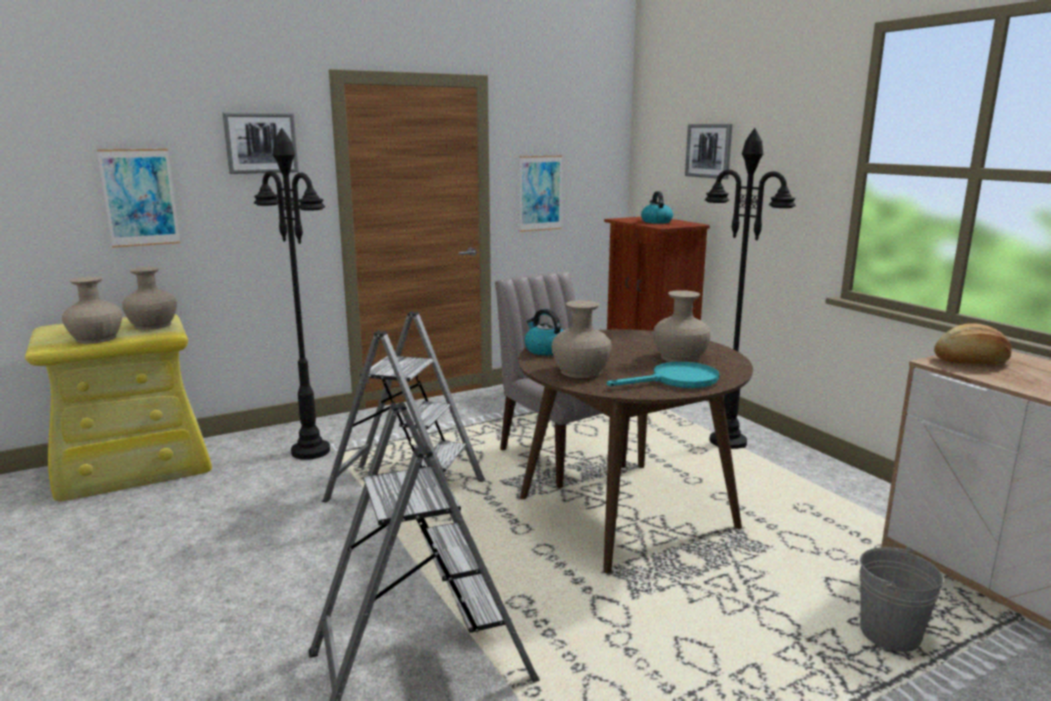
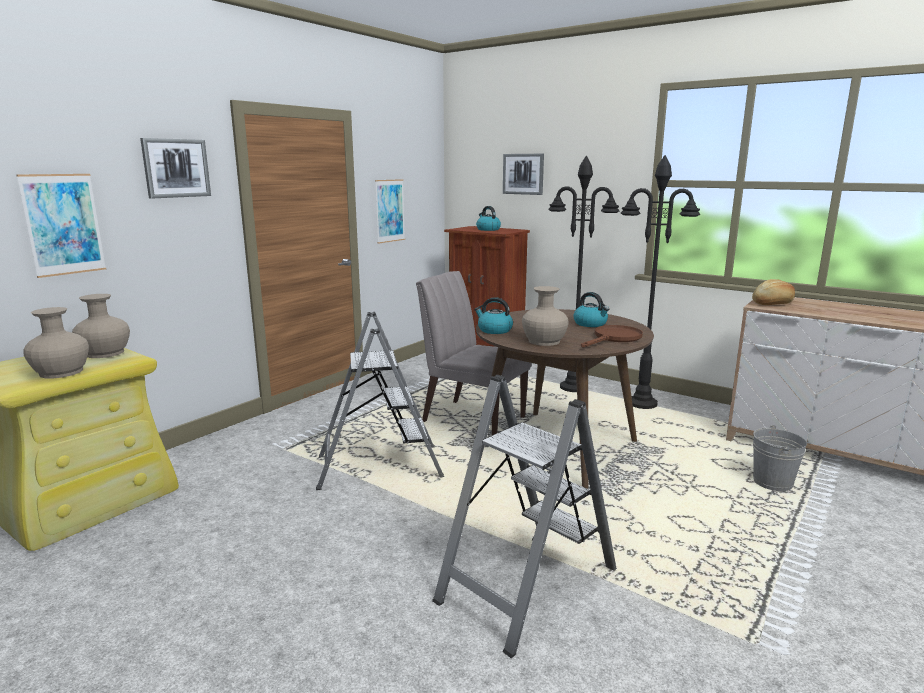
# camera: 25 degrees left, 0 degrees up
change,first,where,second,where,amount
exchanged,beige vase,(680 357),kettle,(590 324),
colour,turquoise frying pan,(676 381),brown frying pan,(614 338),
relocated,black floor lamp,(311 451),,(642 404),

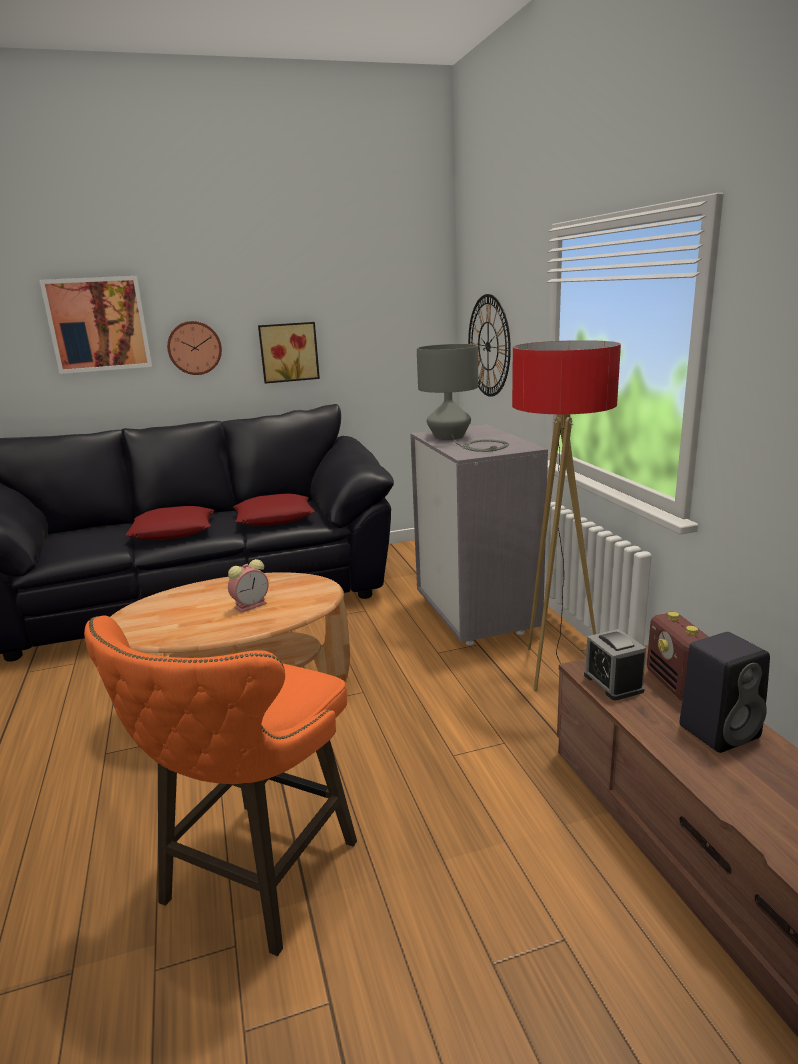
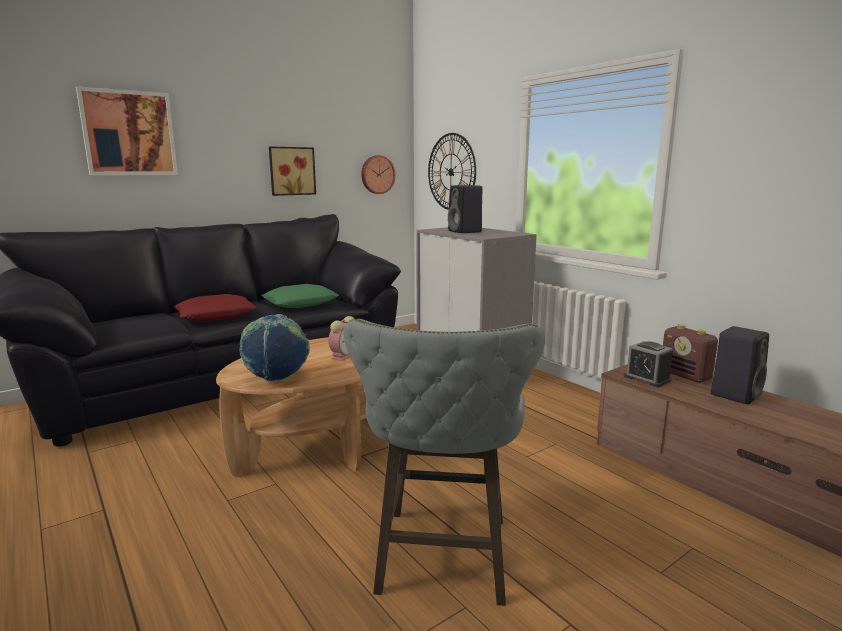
# camera: 20 degrees left, 5 degrees down
change,first,where,second,where,amount
appeared,,,globe,(276 379),
colour,red pillow,(274 517),green pillow,(301 303),
colour,orange stool,(255 878),grey stool,(442 560),
relocated,wall clock,(194 348),,(377 174),
exchanged,grey table lamp,(462 440),black speaker,(465 231),
missing,floor lamp,(555 669),,,

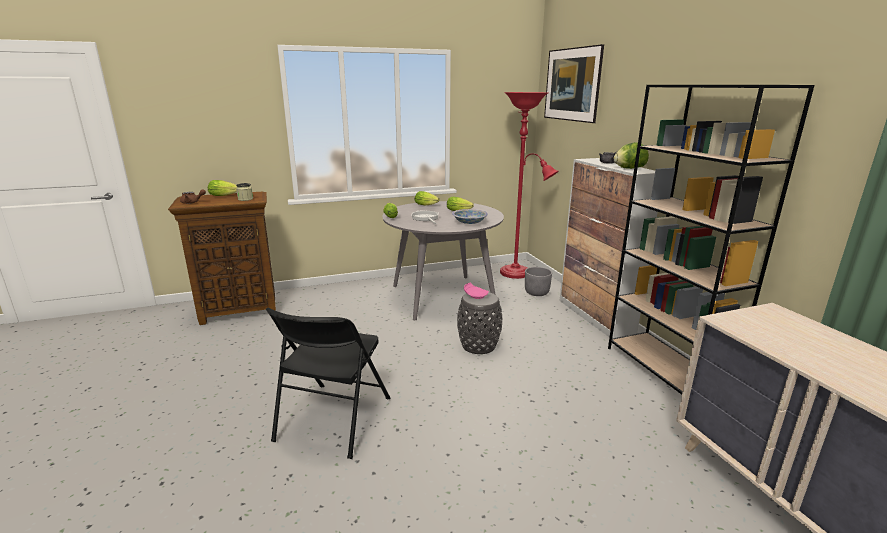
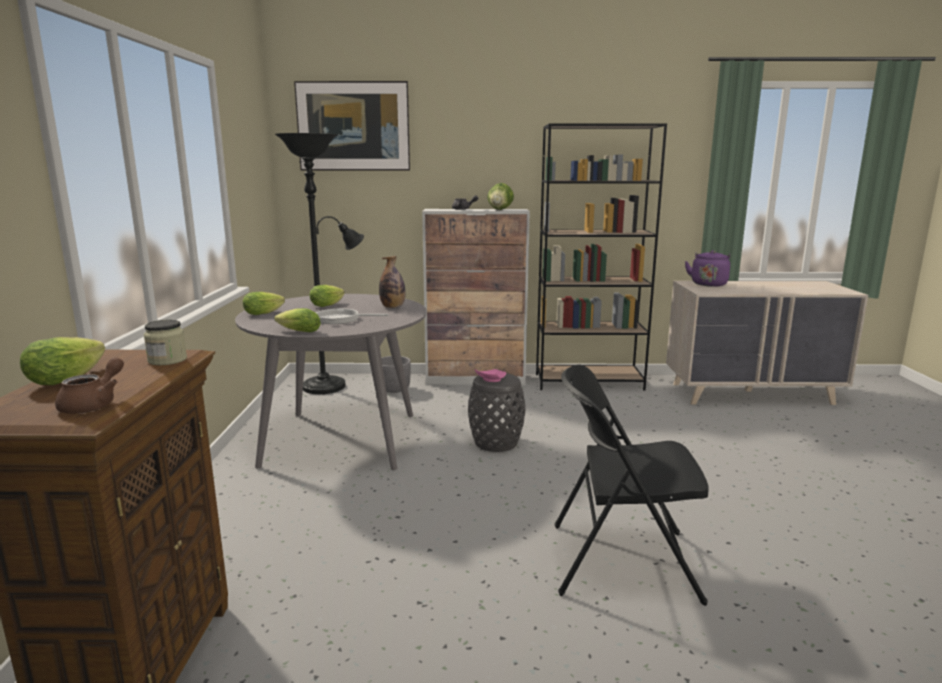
# camera: 70 degrees left, 5 degrees down
change,first,where,second,where,amount
colour,red floor lamp,(519 273),black floor lamp,(329 385),
exchanged,bowl,(469 222),bottle,(393 307),
spun,black chair,(334 418),,(623 561),150 degrees clockwise
appeared,,,purple kettle,(708 284),

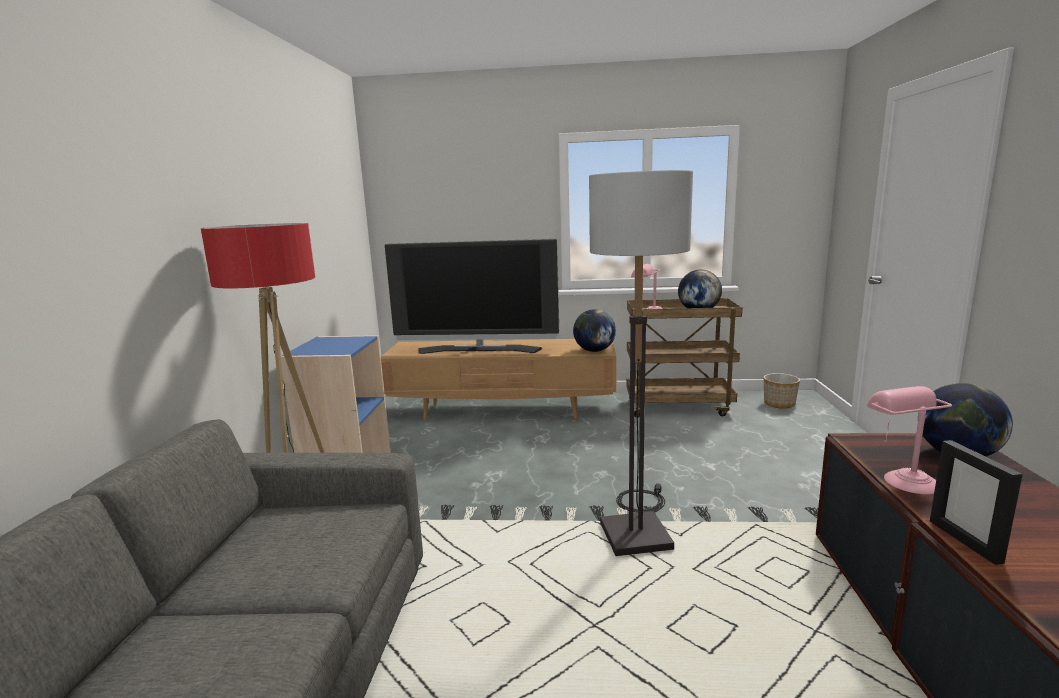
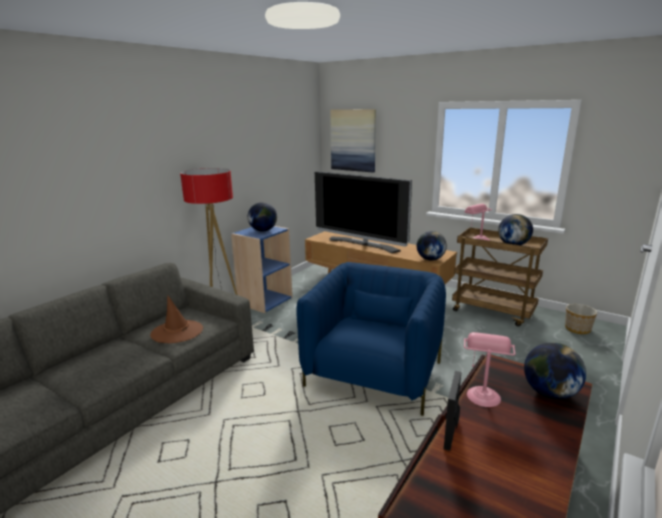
# camera: 30 degrees right, 5 degrees up
change,first,where,second,where,amount
appeared,,,brown hat,(177 332),
appeared,,,globe,(263 231),
exchanged,floor lamp,(637 526),blue armchair,(374 374),
appeared,,,picture,(353 140),

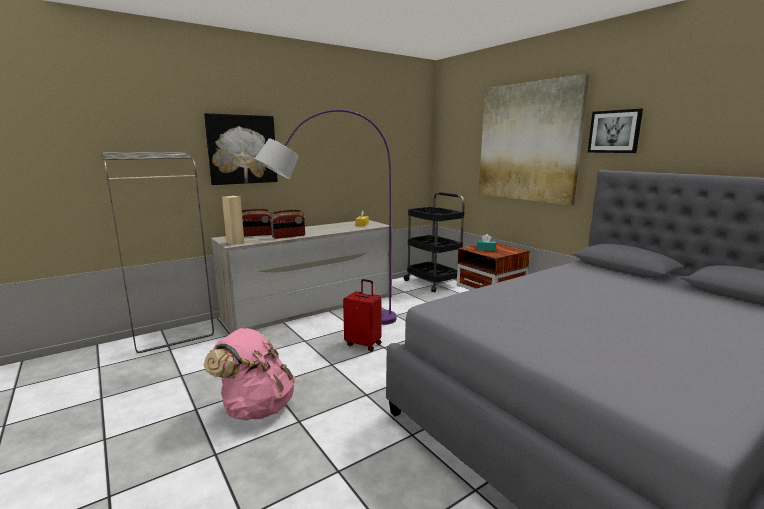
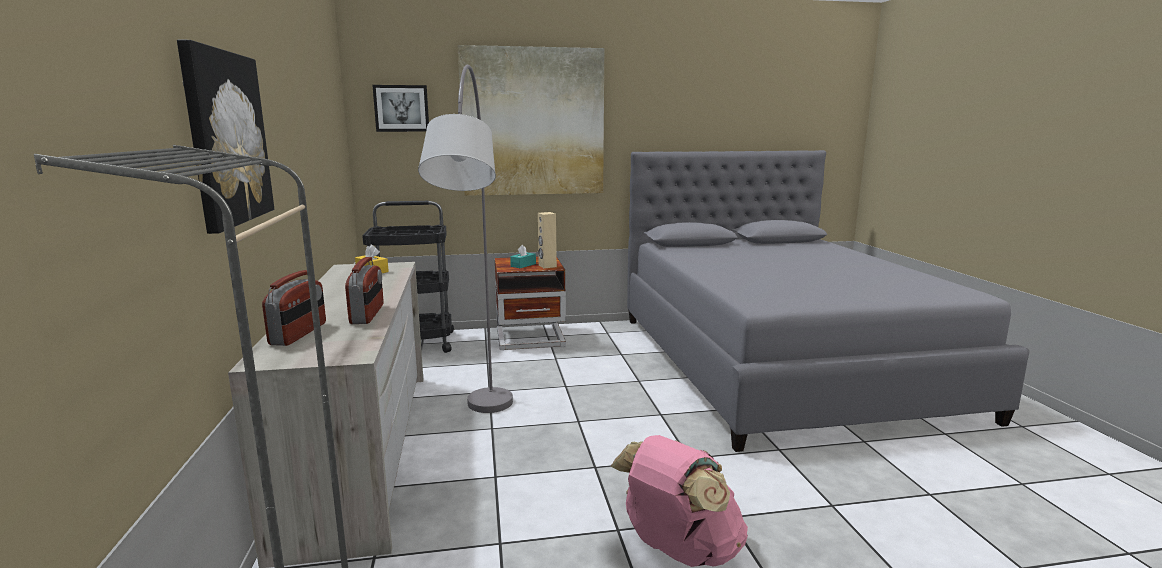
# camera: 65 degrees left, 0 degrees up
change,first,where,second,where,amount
relocated,picture,(614 131),,(401 108),
colour,purple floor lamp,(333 330),grey floor lamp,(483 446),
relocated,beige speaker,(235 242),,(547 266),
missing,red suitcase,(364 344),,,

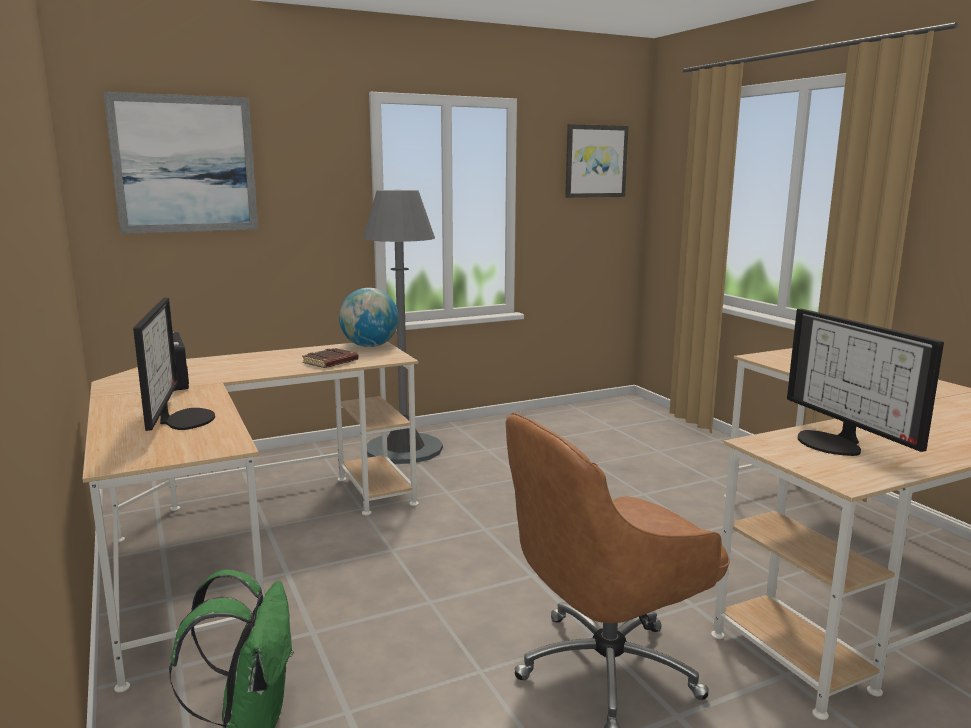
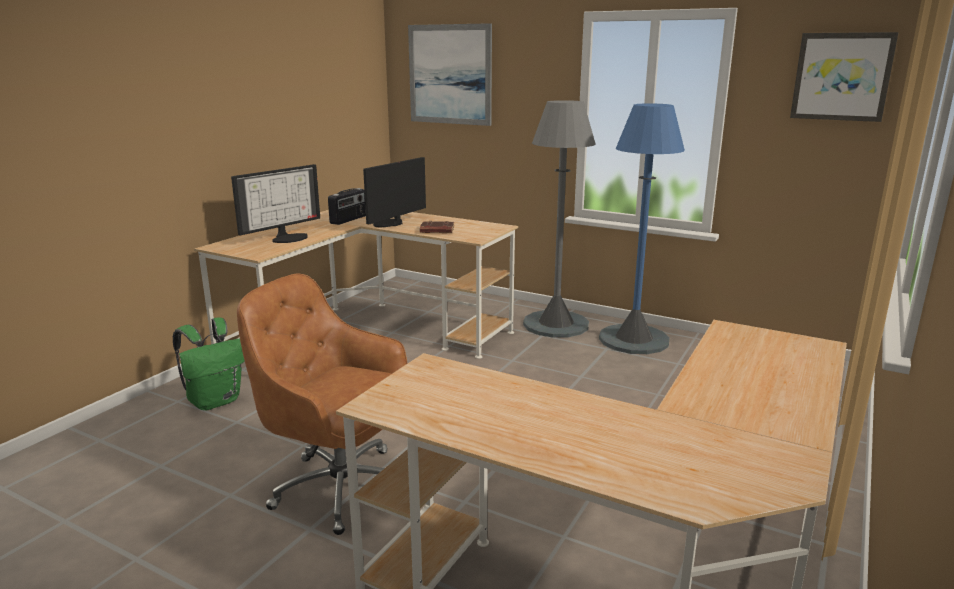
# camera: 55 degrees right, 5 degrees up
change,first,where,second,where,amount
relocated,monitor,(835 443),,(390 224),
appeared,,,blue floor lamp,(633 339),
missing,globe,(370 346),,,

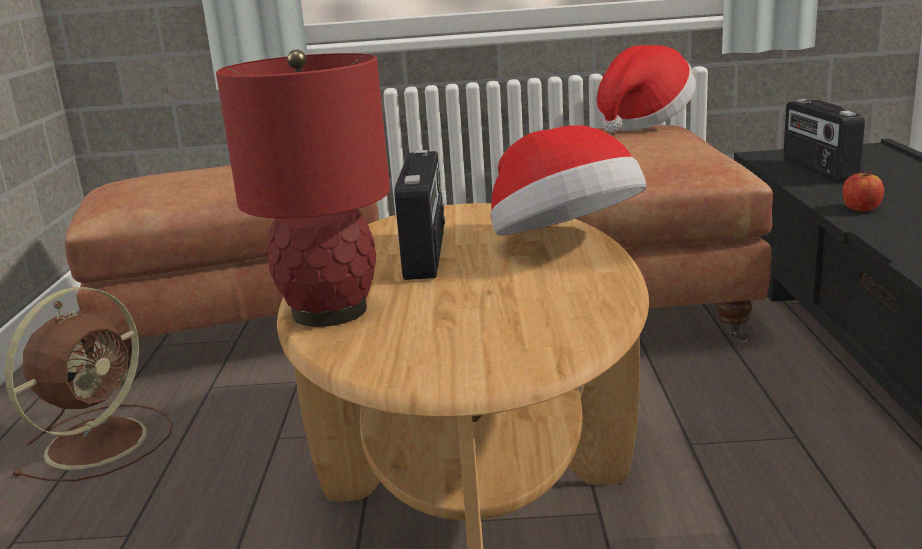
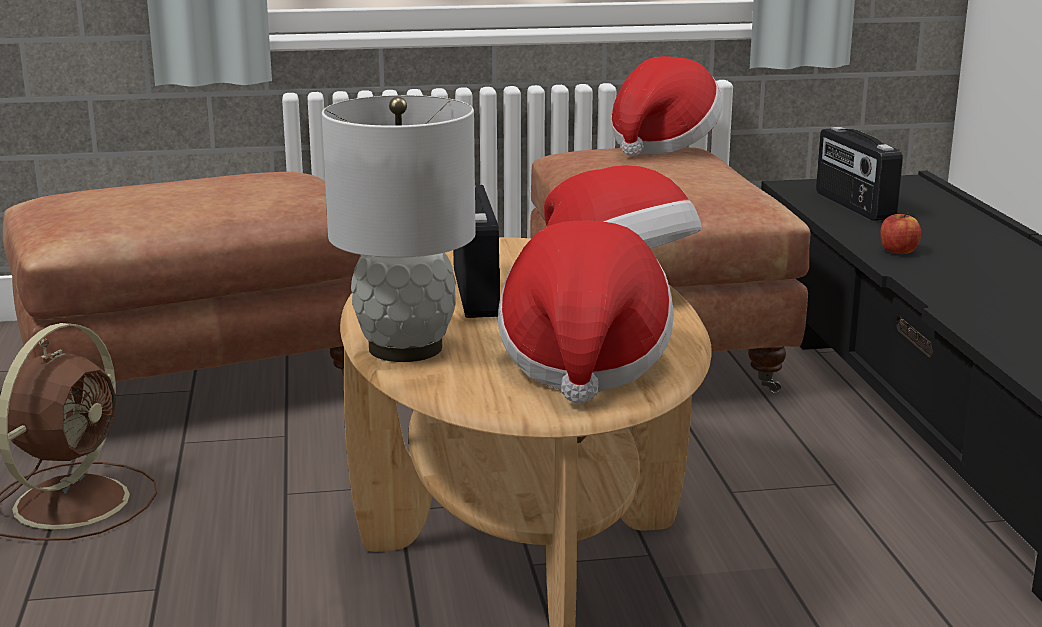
# camera: 10 degrees left, 0 degrees up
change,first,where,second,where,amount
colour,red table lamp,(330 311),white table lamp,(406 348),
appeared,,,hat,(583 363),

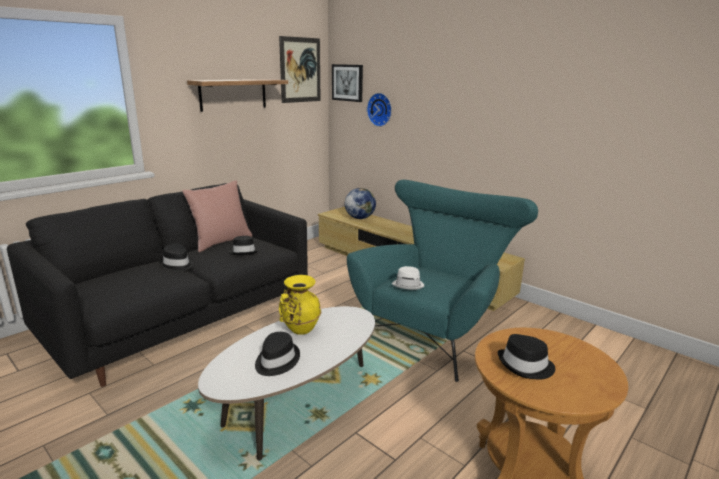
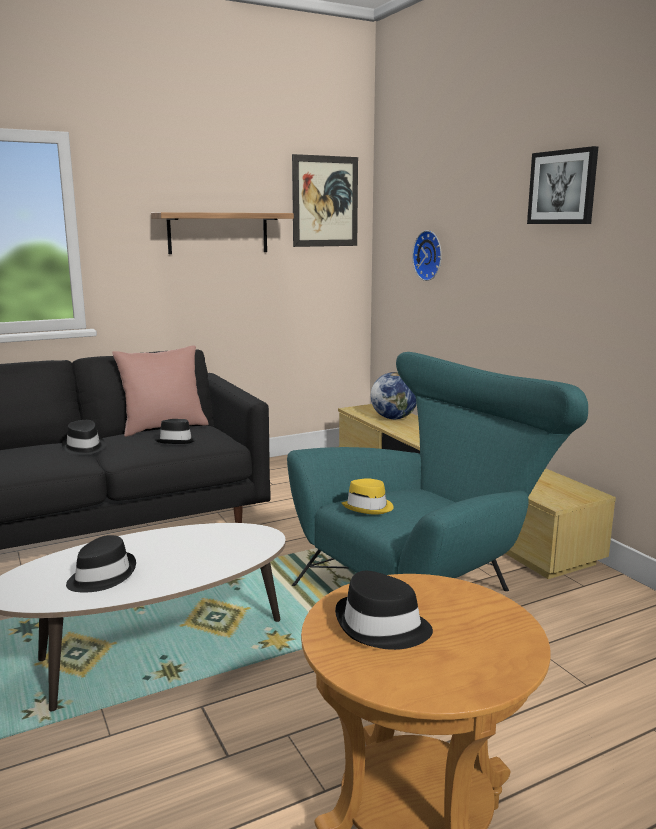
# camera: 20 degrees right, 5 degrees down
change,first,where,second,where,amount
colour,white hat,(408 285),yellow hat,(369 507),
relocated,picture,(347 82),,(563 187),
missing,yellow vase,(299 330),,,

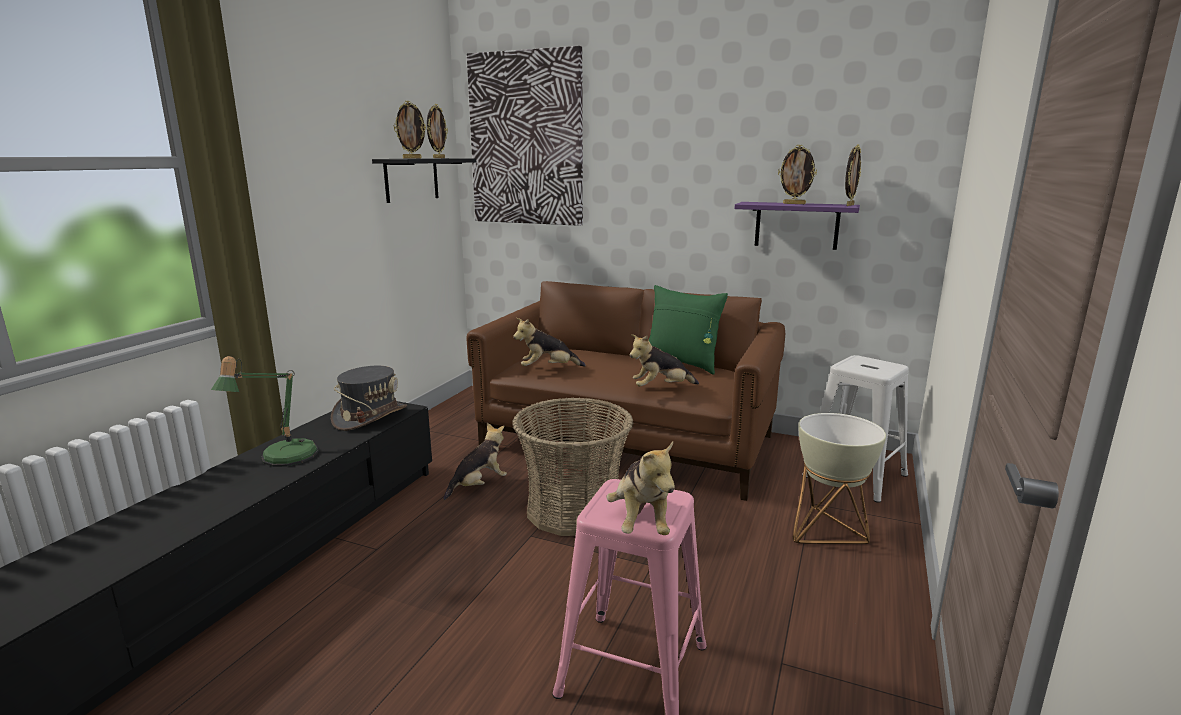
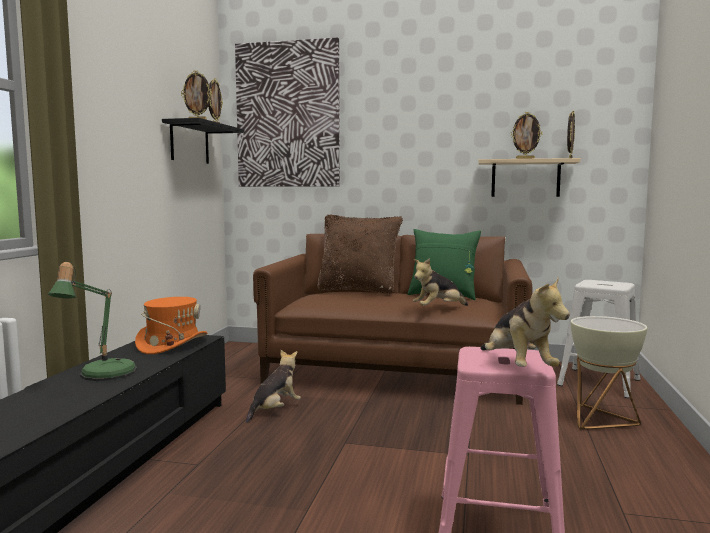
# camera: 10 degrees left, 10 degrees down
change,first,where,second,where,amount
colour,grey hat,(370 416),orange hat,(172 344),
appeared,,,brown pillow,(358 292),
colour,purple shelf,(796 225),beige shelf,(525 178),
missing,basket,(574 509),,,
missing,plush toy,(548 369),,,

